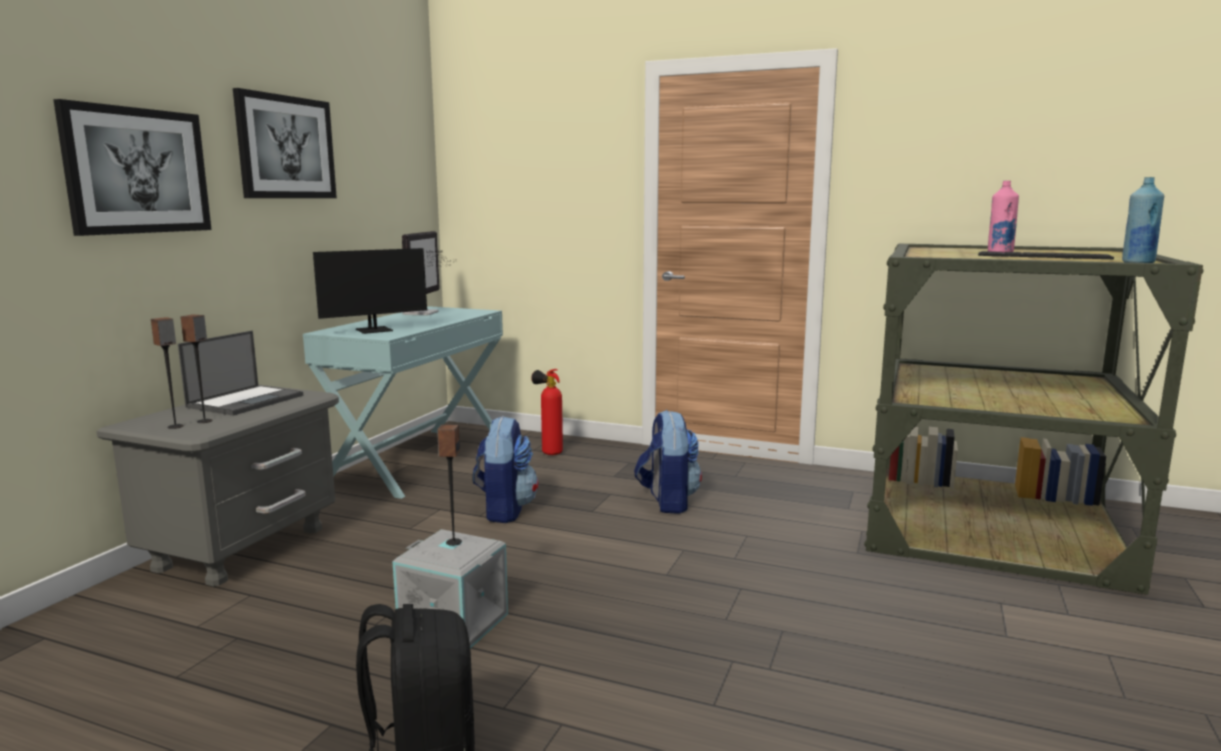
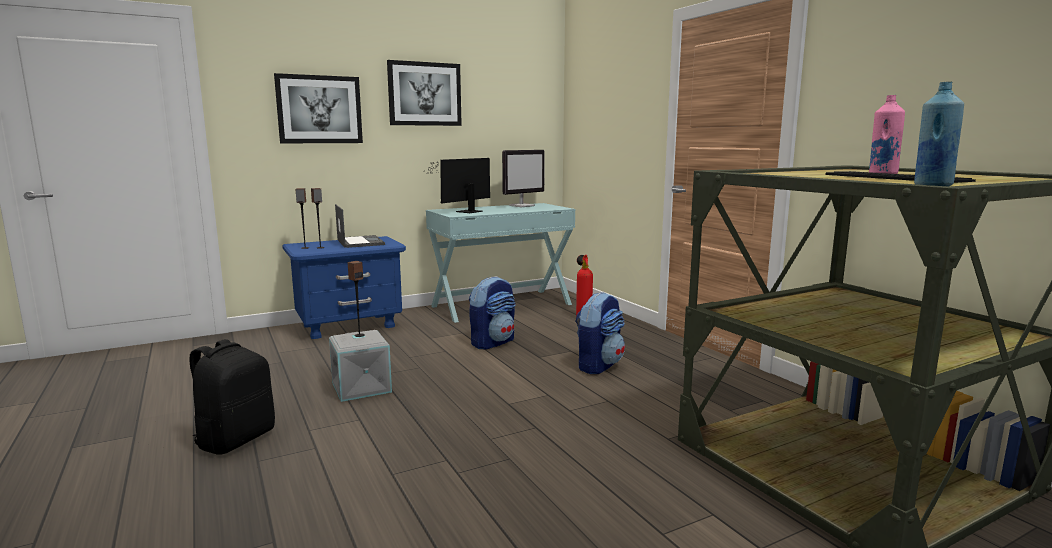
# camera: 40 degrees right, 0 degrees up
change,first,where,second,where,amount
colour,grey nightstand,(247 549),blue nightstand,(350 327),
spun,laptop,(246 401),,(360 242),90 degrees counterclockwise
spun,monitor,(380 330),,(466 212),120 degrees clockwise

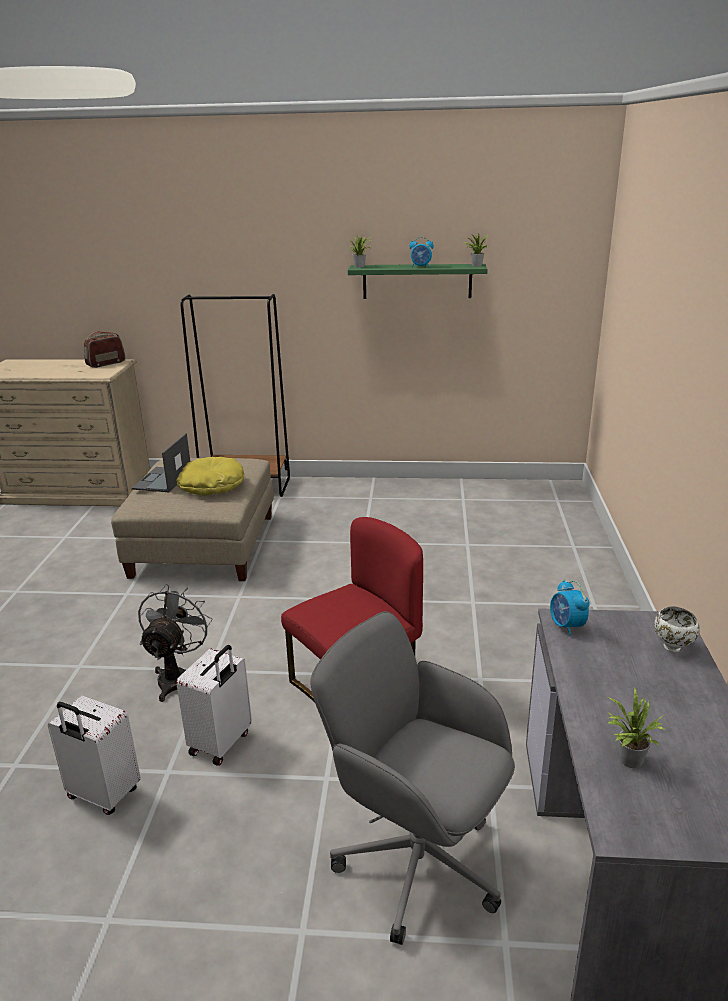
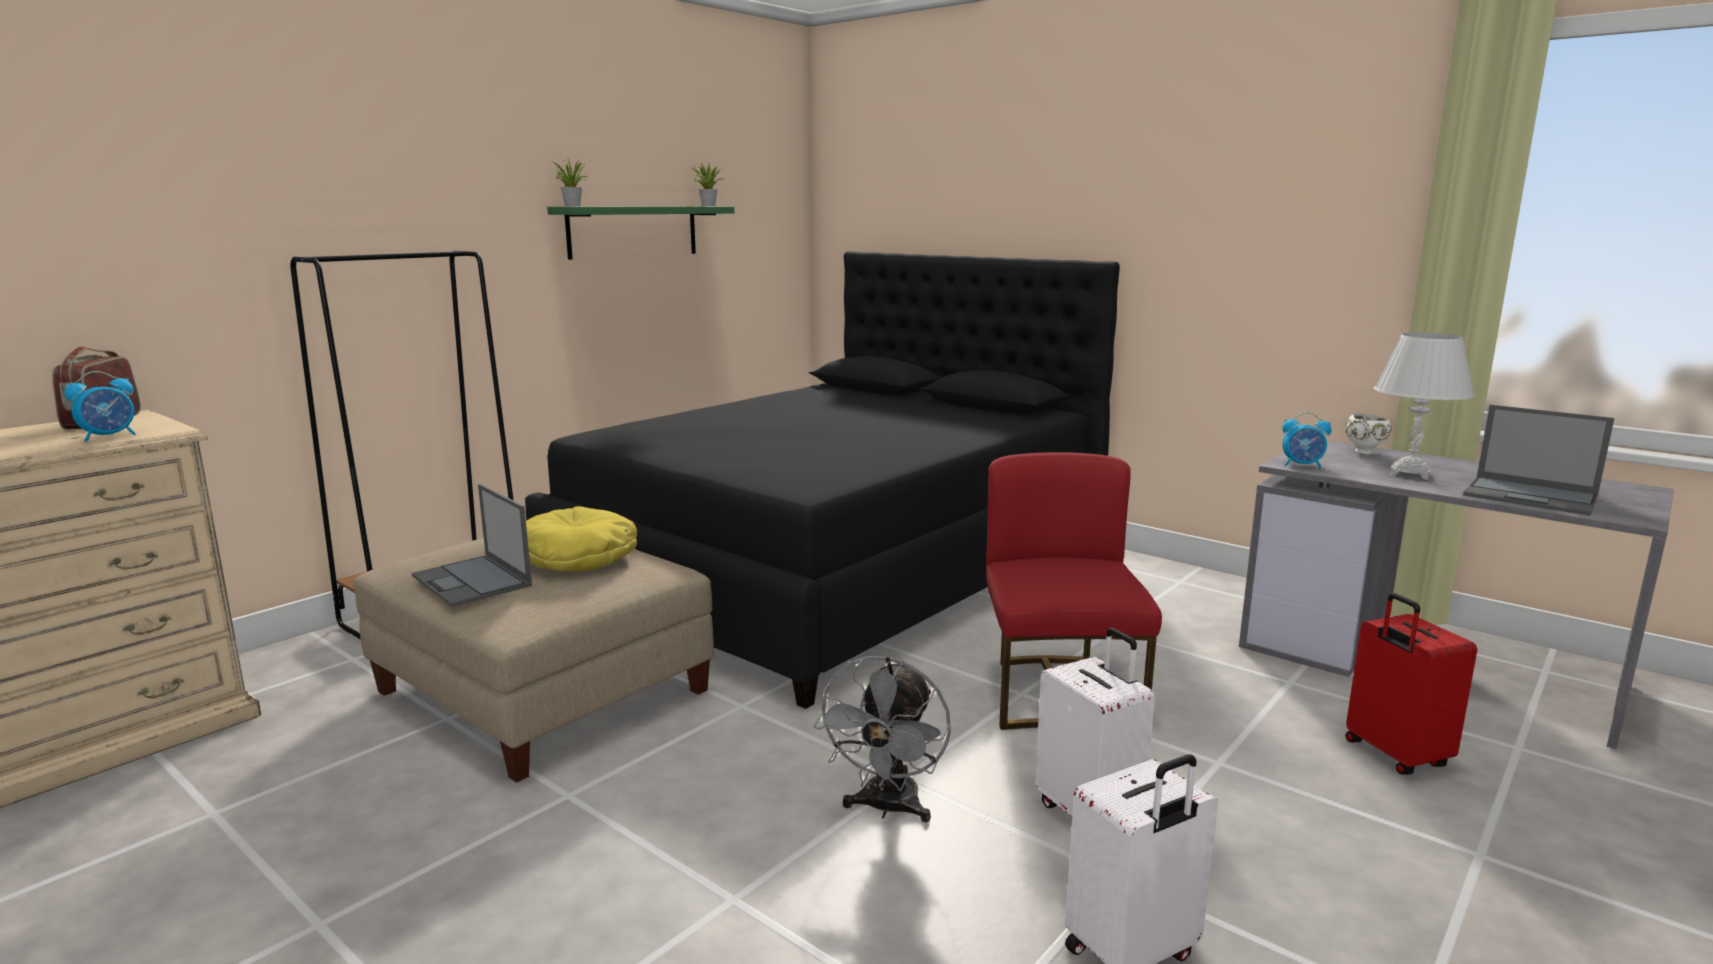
# camera: 55 degrees left, 10 degrees down
change,first,where,second,where,amount
relocated,alarm clock,(421 267),,(110 437),
appeared,,,black bed,(836 569),
spun,grey fan,(177 676),,(887 809),120 degrees counterclockwise
exchanged,grey office chair,(417 864),red suitcase,(1394 755),
appeared,,,white table lamp,(1409 473),
exchanged,potted plant,(627 759),laptop,(1532 496),

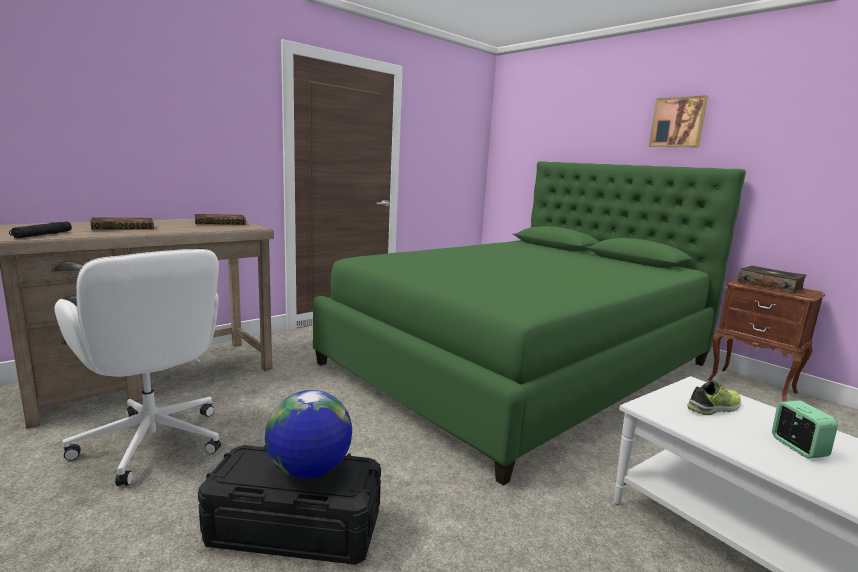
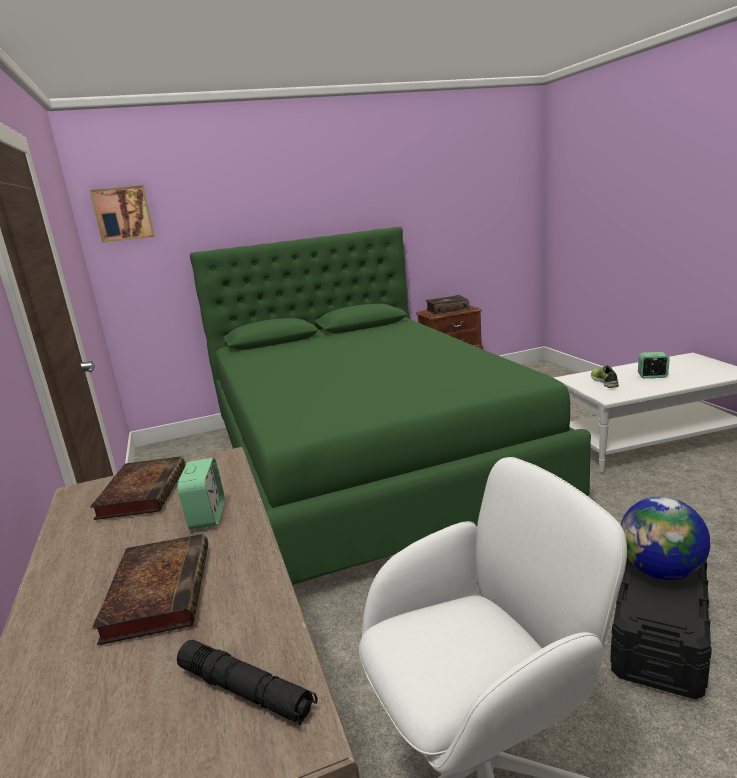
# camera: 65 degrees left, 5 degrees up
change,first,where,second,where,amount
relocated,picture,(678 122),,(123 214),
appeared,,,alarm clock,(207 516),

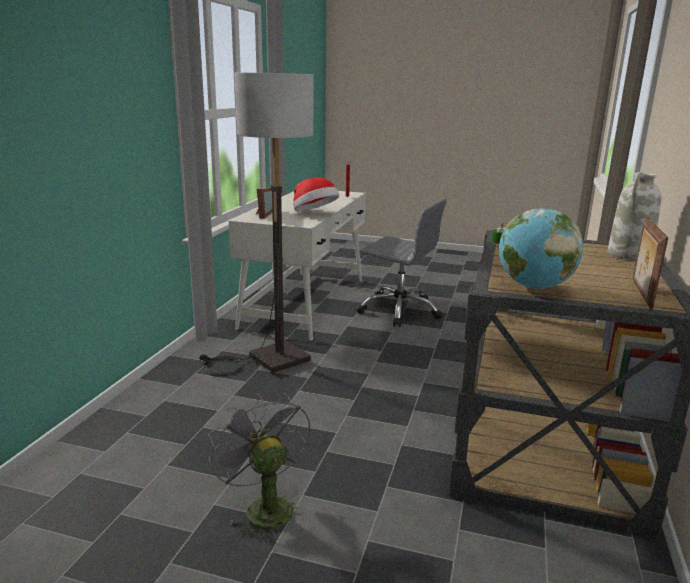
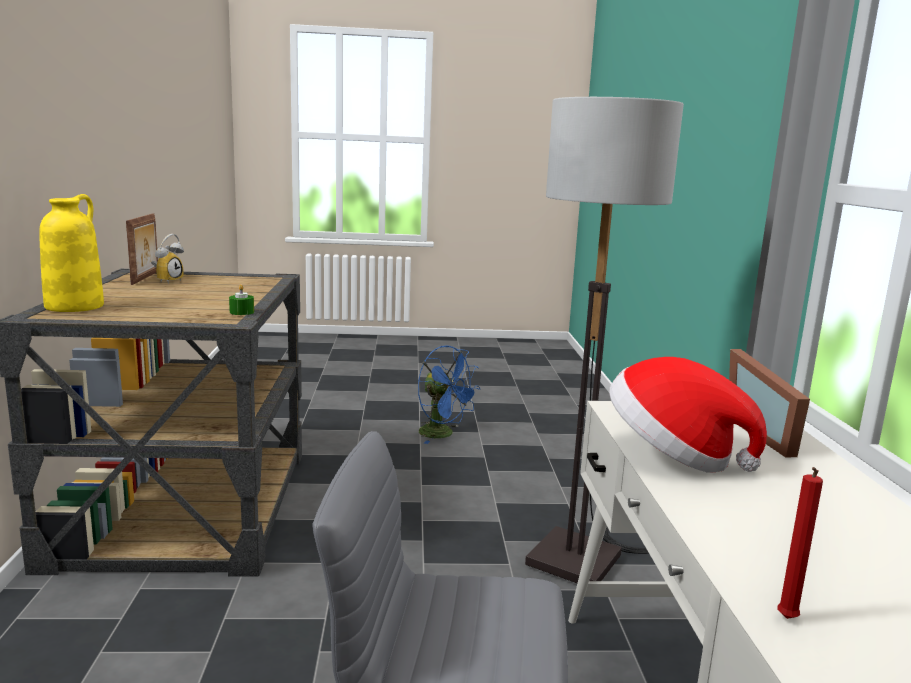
# camera: 160 degrees right, 5 degrees down
change,first,where,second,where,amount
colour,white vase,(629 254),yellow vase,(75 306),
appeared,,,alarm clock,(167 281),
colour,grey fan,(263 507),blue fan,(443 434),
missing,globe,(534 287),,,

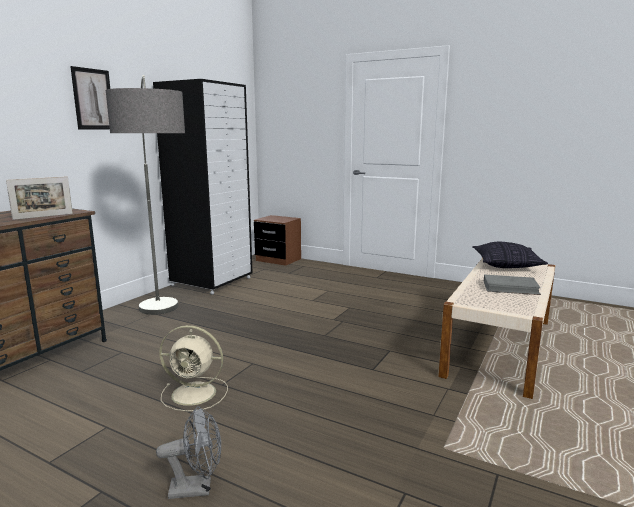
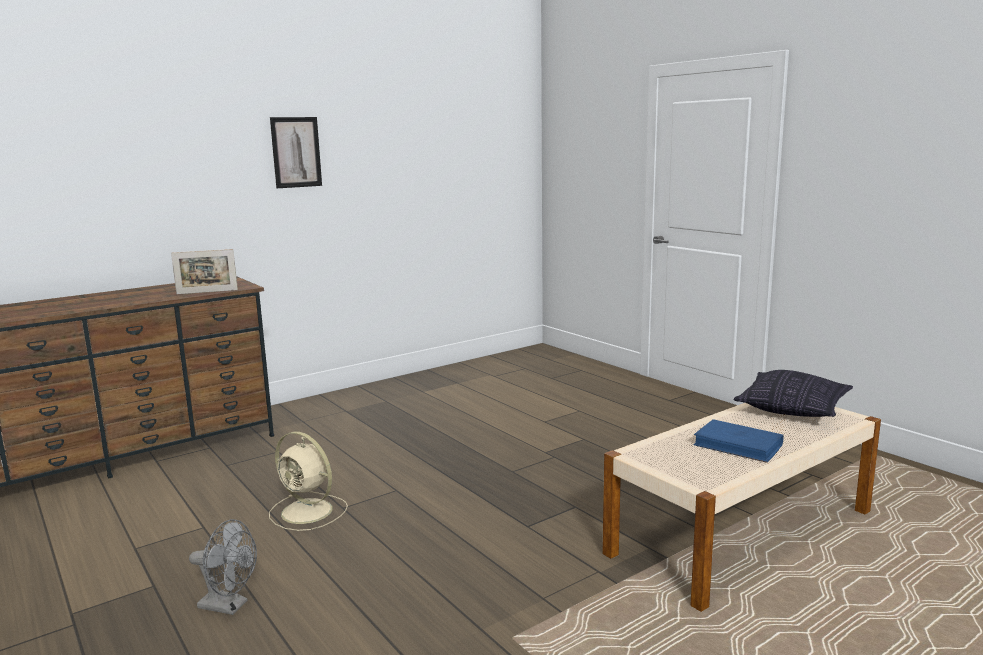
# camera: 25 degrees right, 0 degrees up
change,first,where,second,where,amount
colour,grey book,(510 288),blue book,(738 445),
missing,floor lamp,(163 324),,,
missing,wardrobe,(212 282),,,
missing,brown nightstand,(278 260),,,

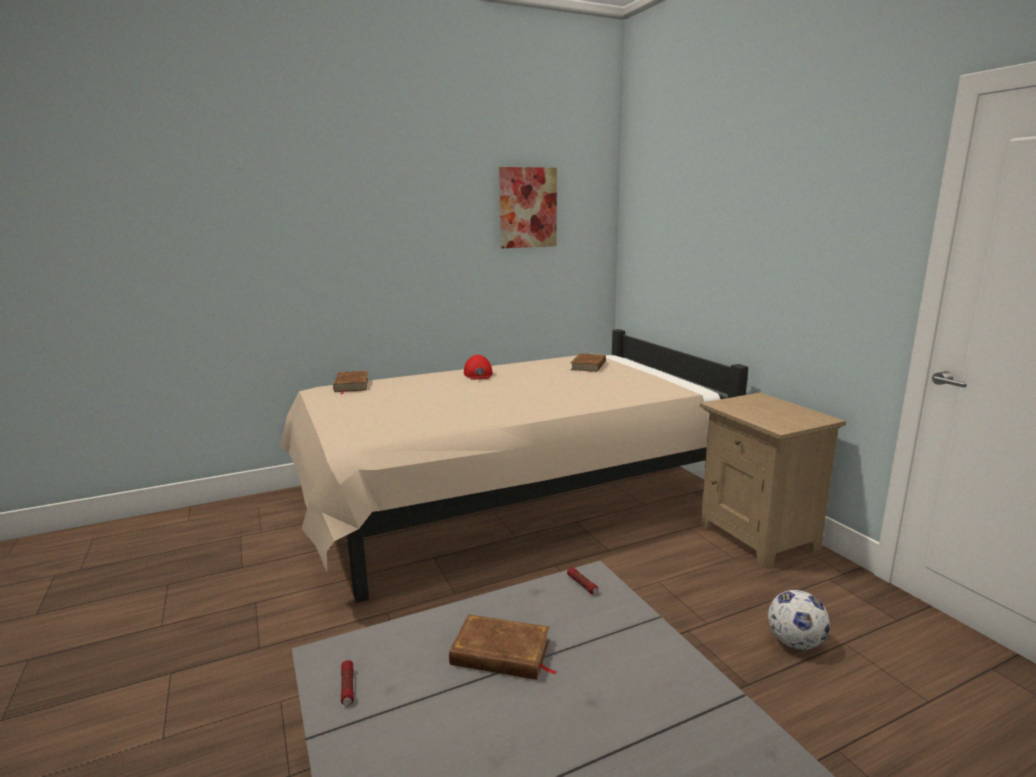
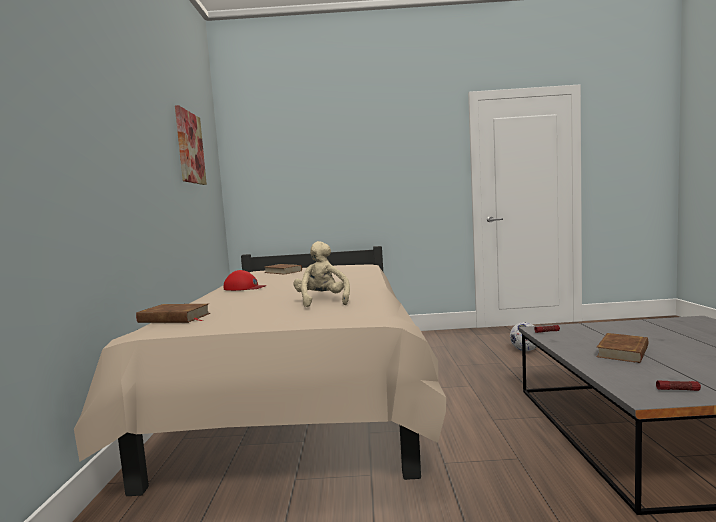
# camera: 65 degrees left, 10 degrees down
change,first,where,second,where,amount
appeared,,,beige plush toy,(322 302),
missing,beige nightstand,(757 538),,,

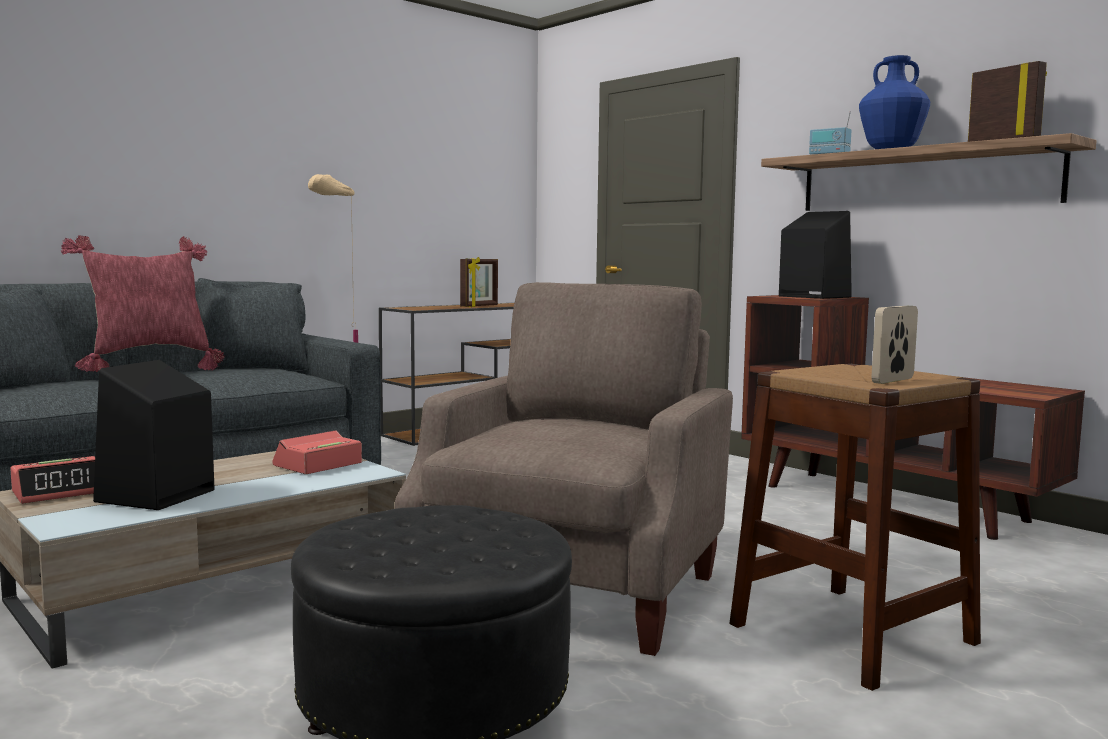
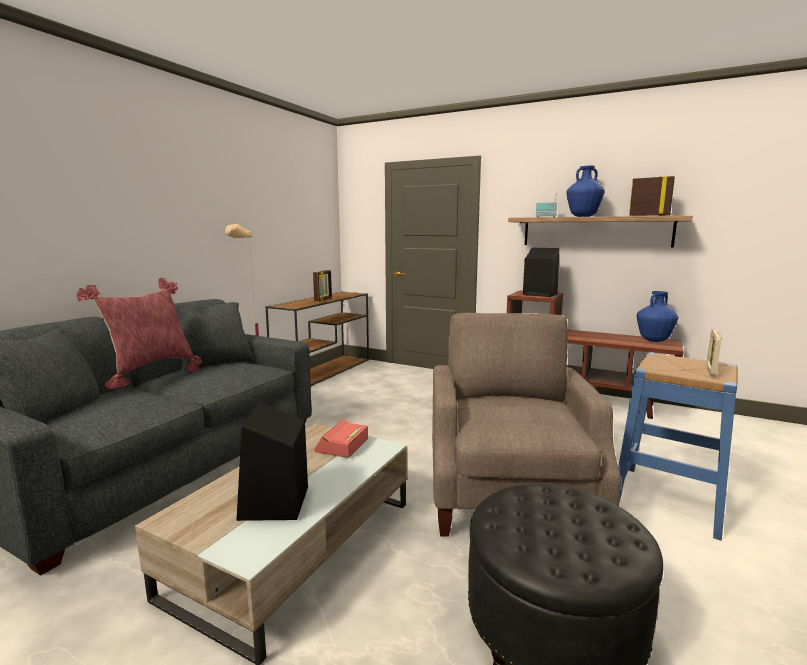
# camera: 20 degrees left, 5 degrees up
change,first,where,second,where,amount
colour,brown stool,(852 633),blue stool,(669 499),
appeared,,,blue vase,(654 340),
missing,alarm clock,(61 492),,,

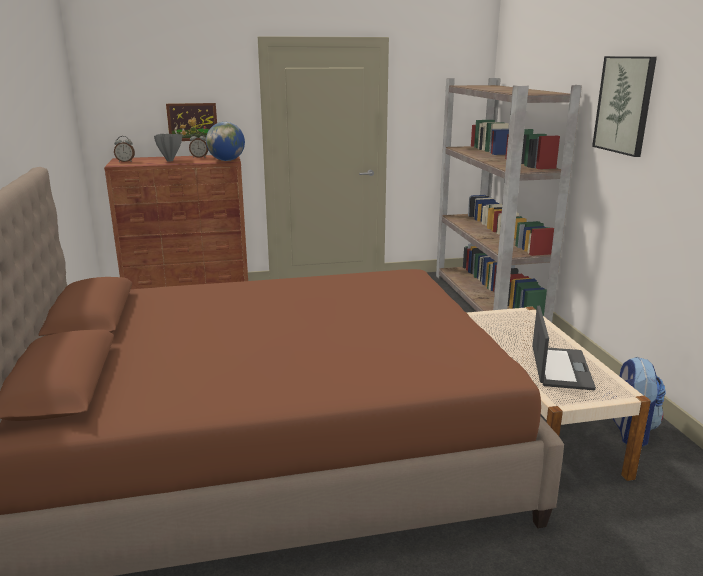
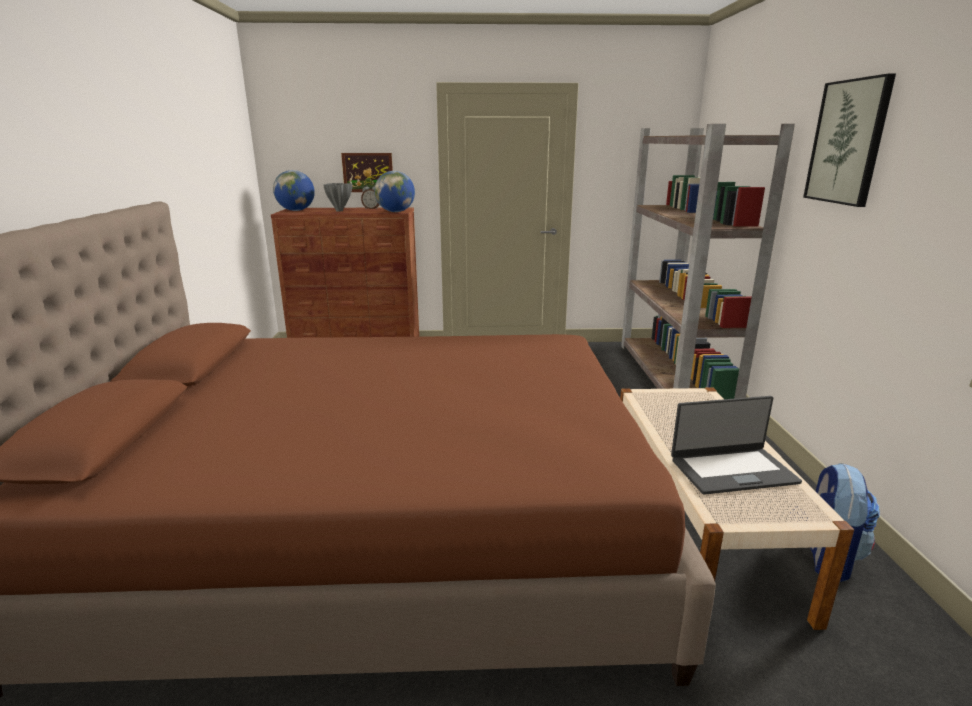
# camera: 10 degrees right, 0 degrees up
change,first,where,second,where,amount
exchanged,alarm clock,(125 161),globe,(296 210),
spun,laptop,(560 368),,(732 470),60 degrees clockwise

